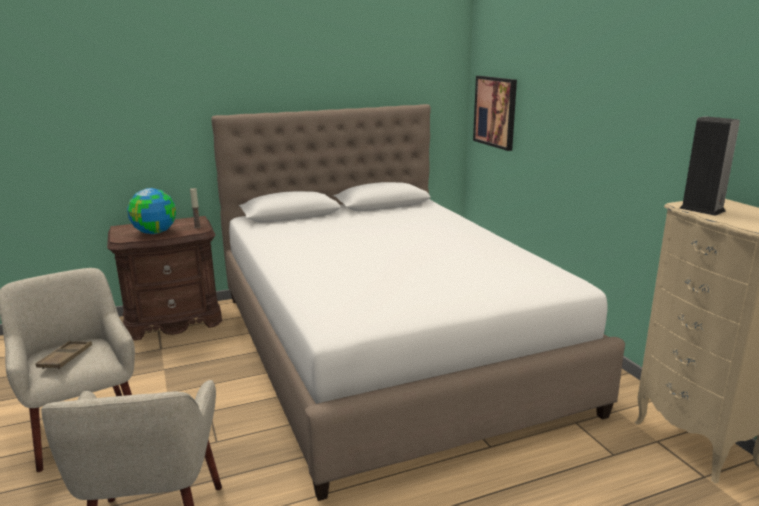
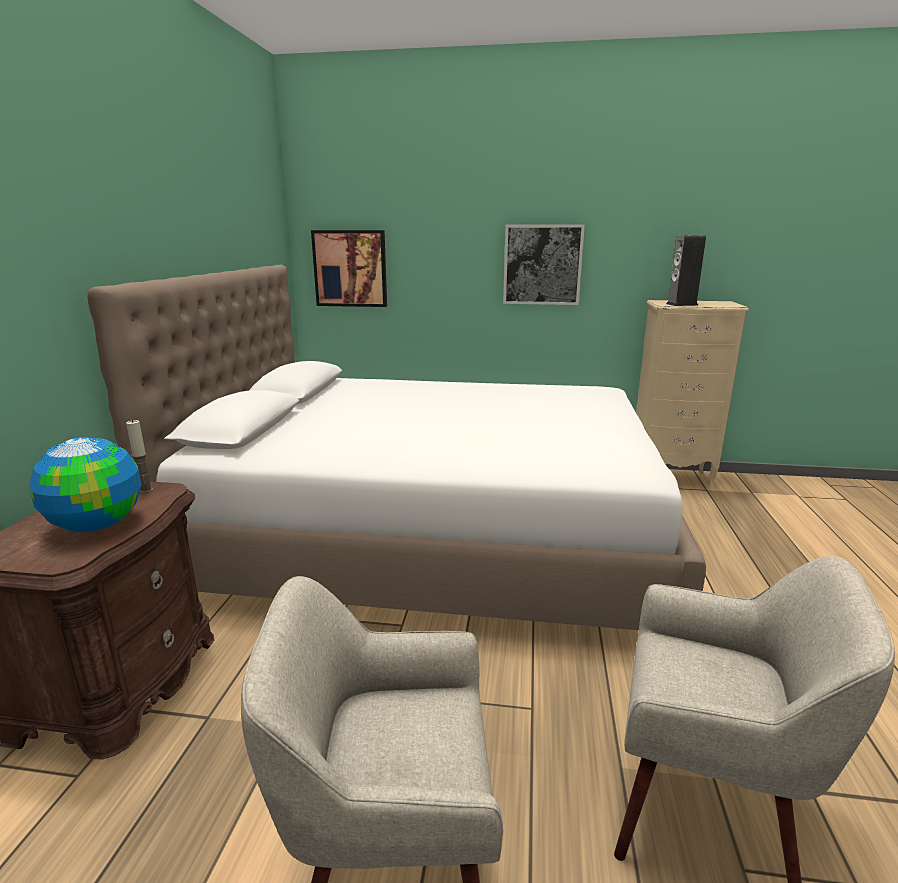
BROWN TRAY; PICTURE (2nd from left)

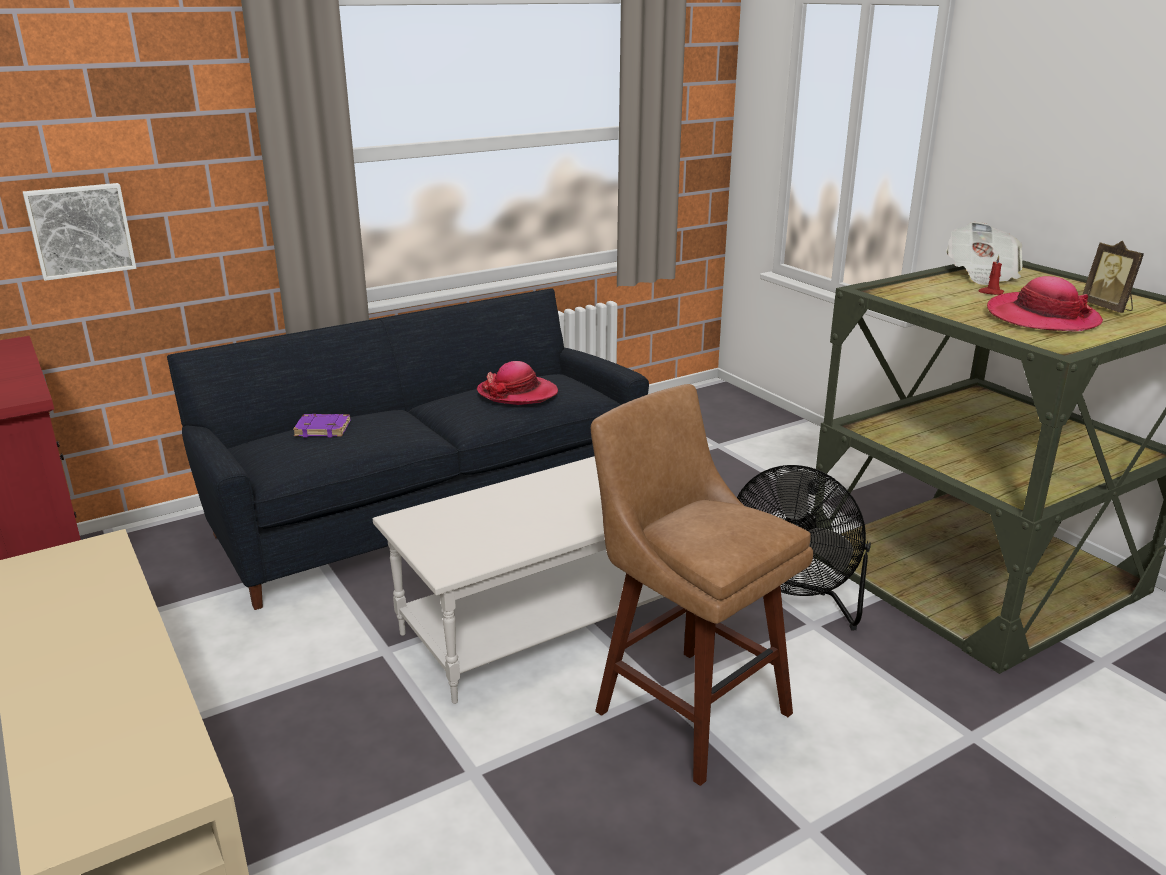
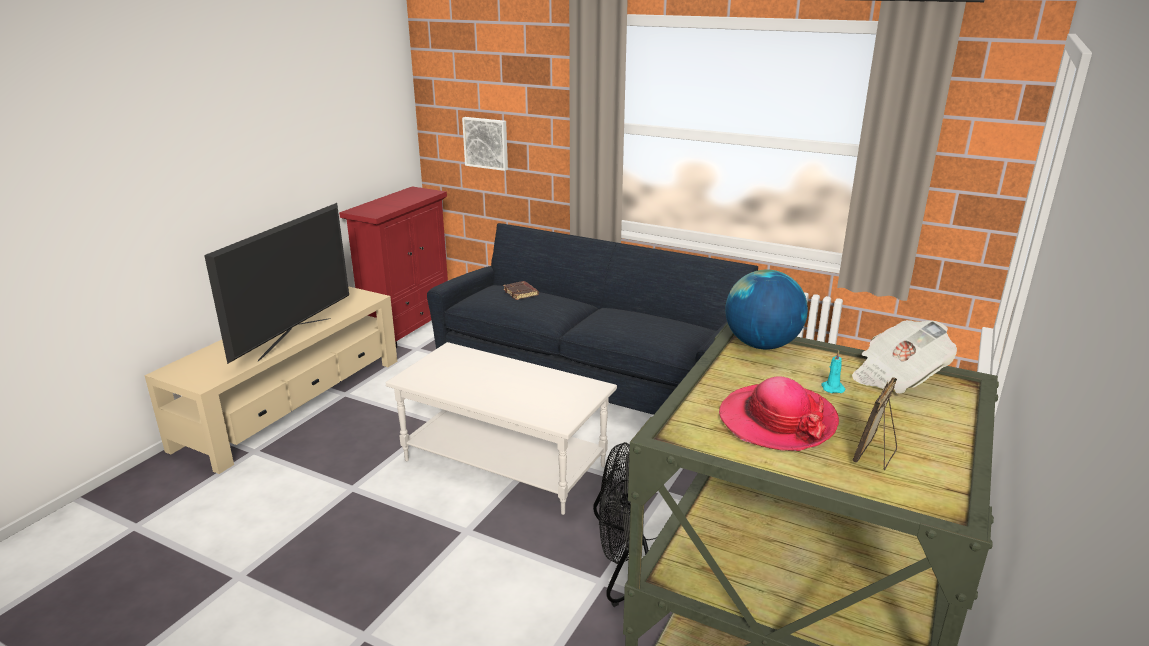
HAT (1st from left in the first image); BROWN STOOL; TELEVISION; GLOBE; BROWN BOOK; TURQUOISE CANDLE

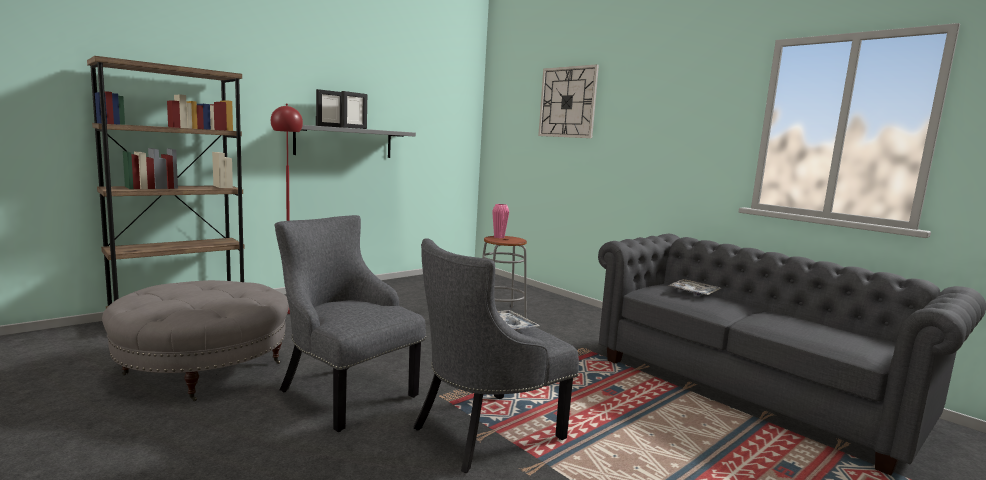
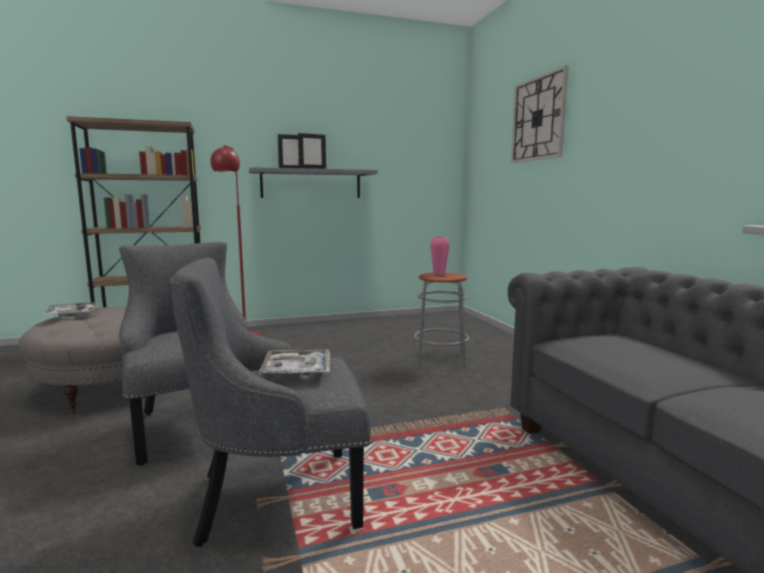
TRAY (1st from left)

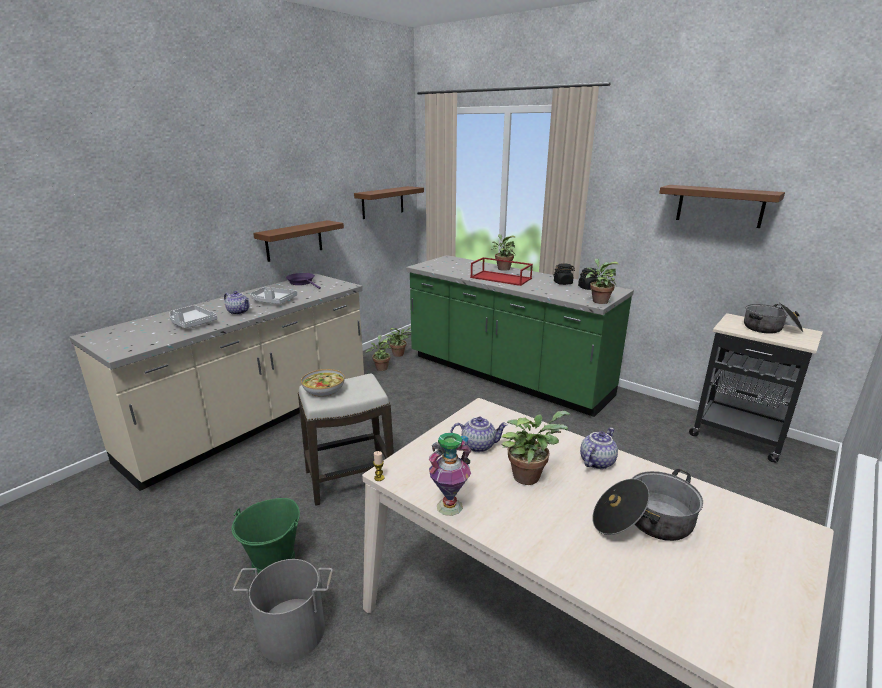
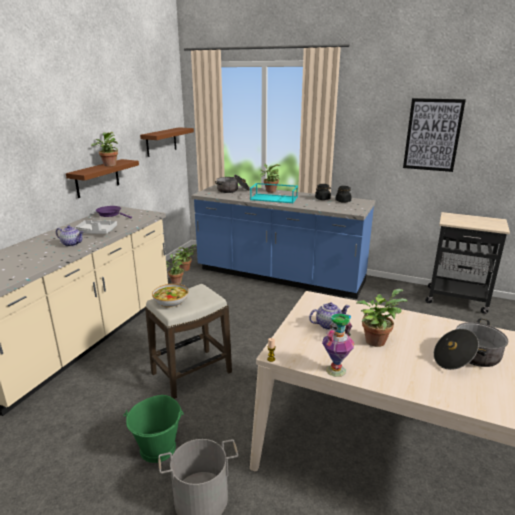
GREY TRAY (1st from left in the first image); TEAPOT (3rd from left in the first image); POTTED PLANT (1st from left); COOKING POT (1st from left); PICTURE; BLUE COUNTER; TURQUOISE TRAY

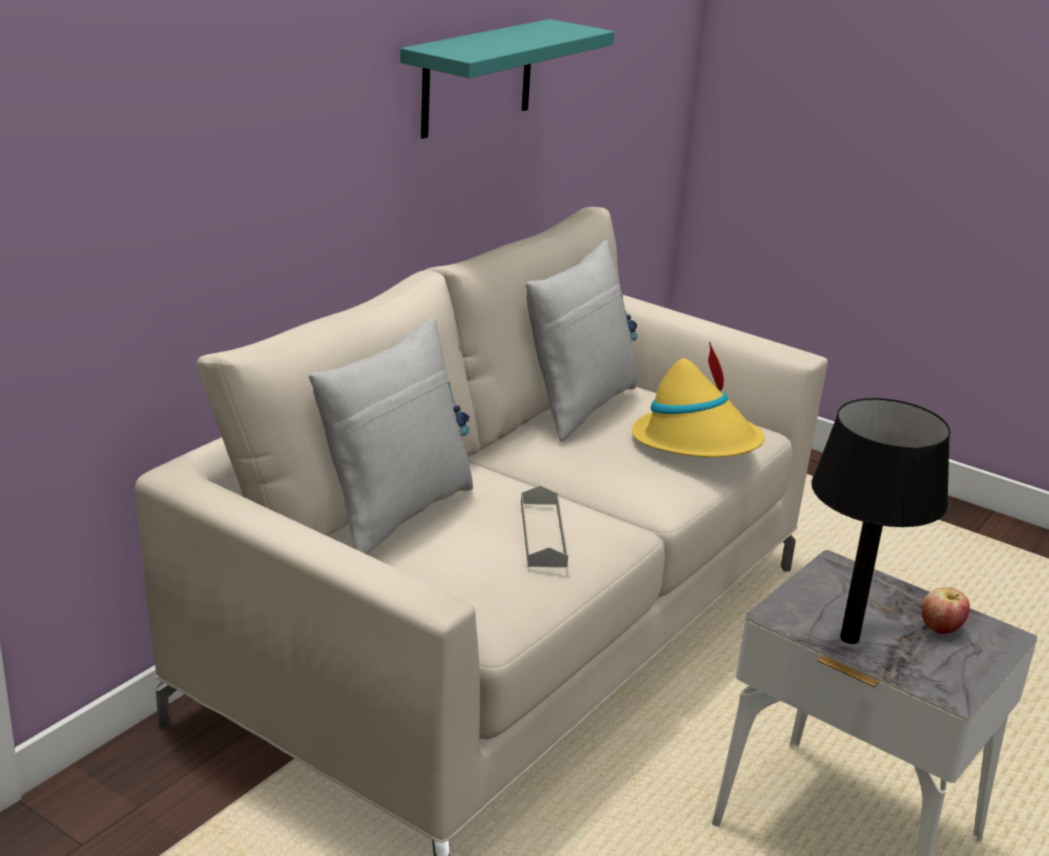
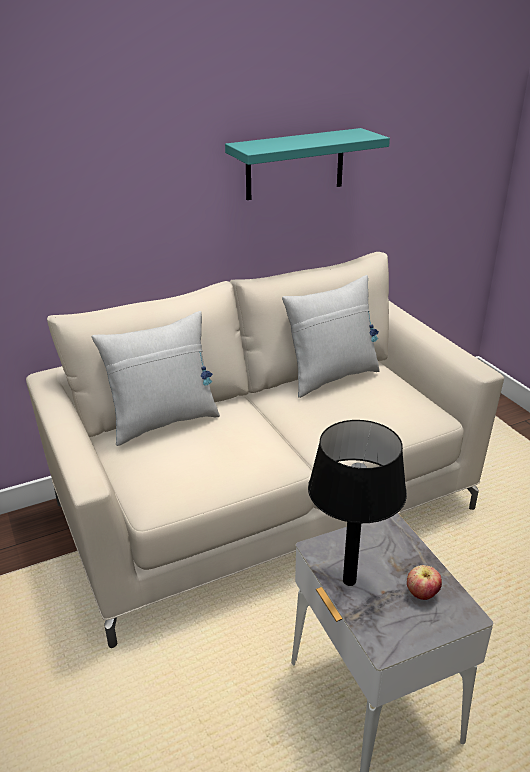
GREY TRAY; YELLOW HAT

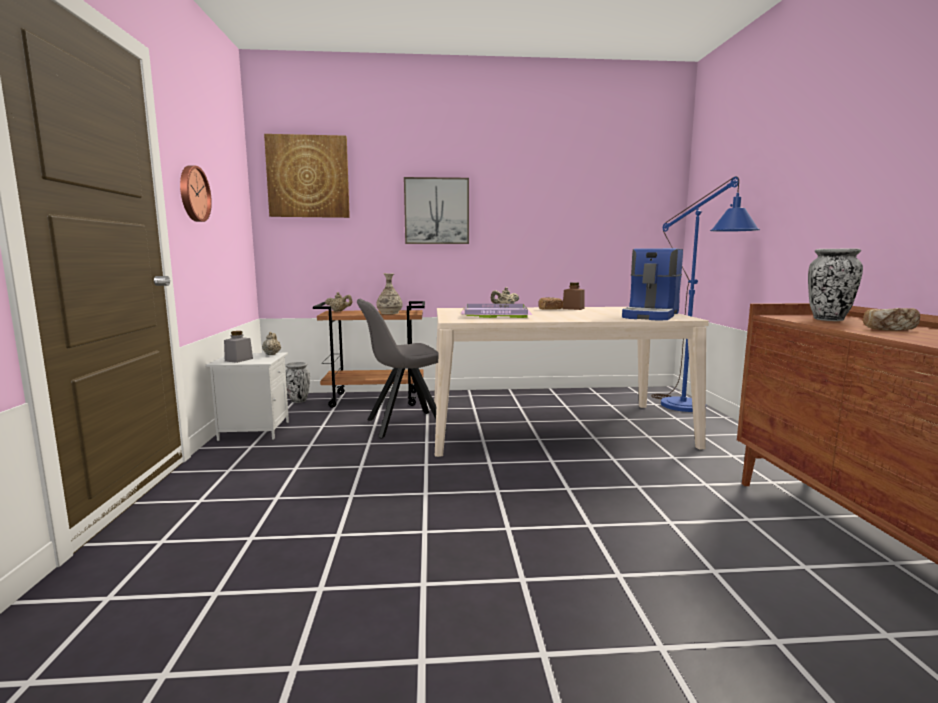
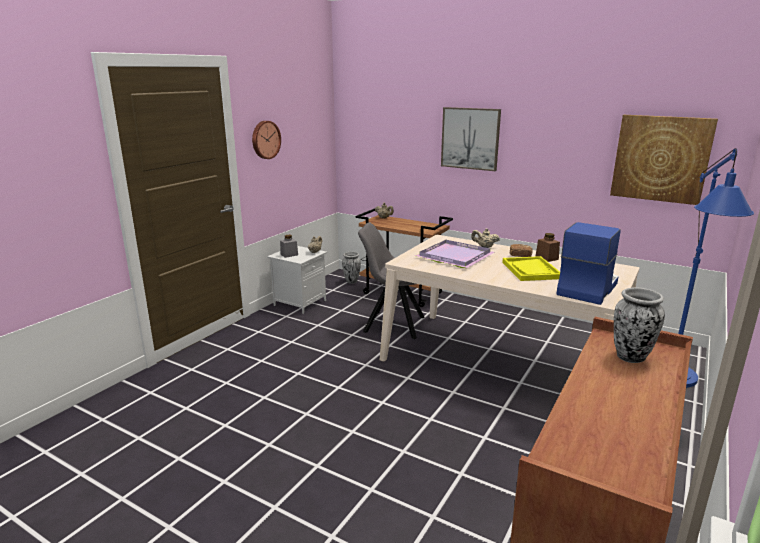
VASE (2nd from left in the first image); BREAD (2nd from left in the first image); YELLOW TRAY; PICTURE (2nd from left); COFFEE MACHINE

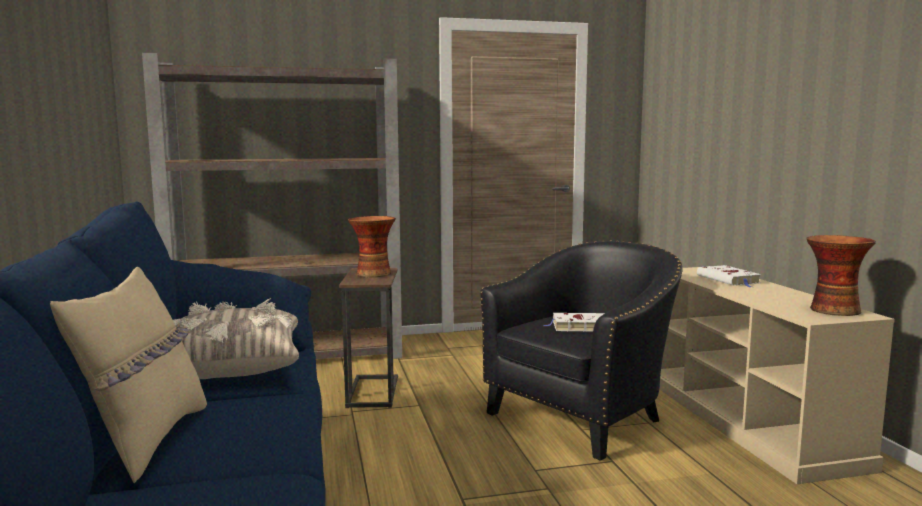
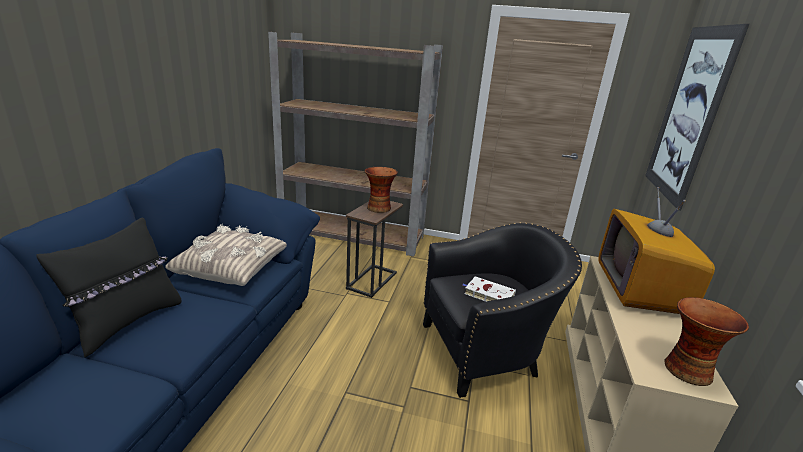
PICTURE; TELEVISION; BLACK PILLOW

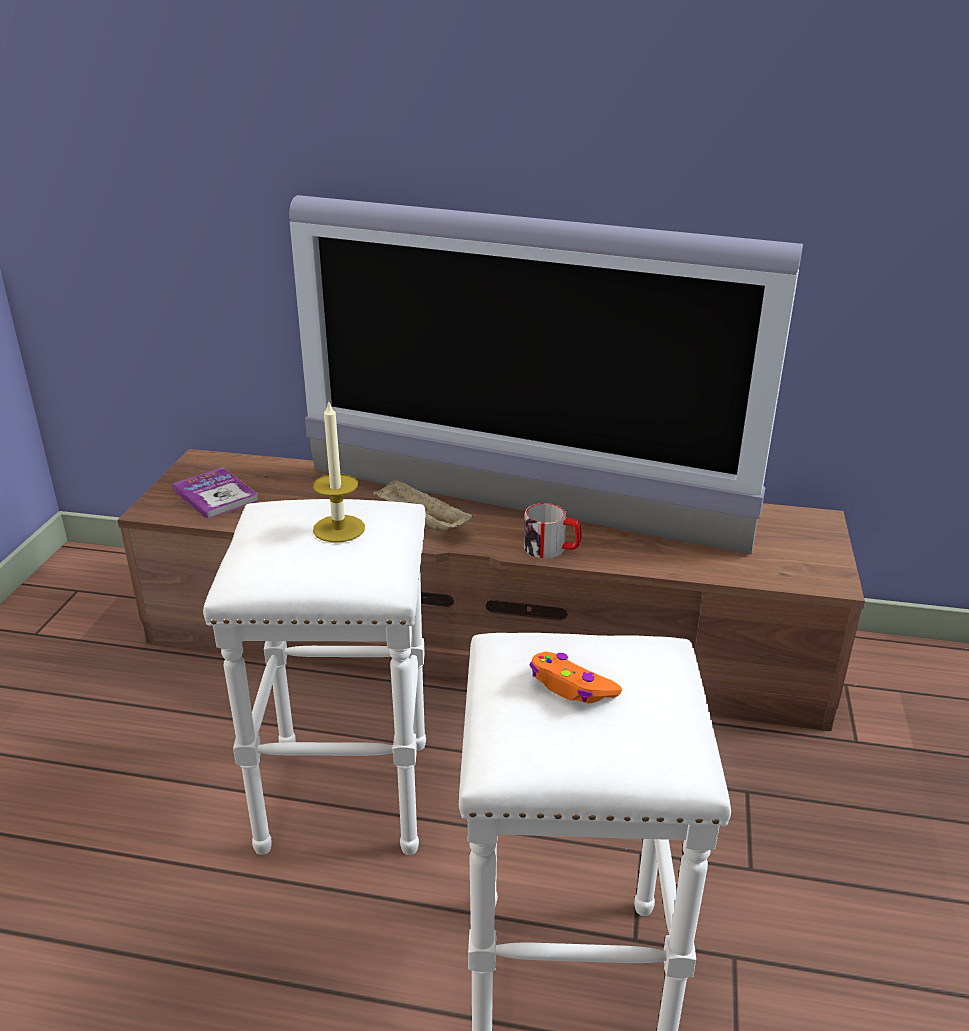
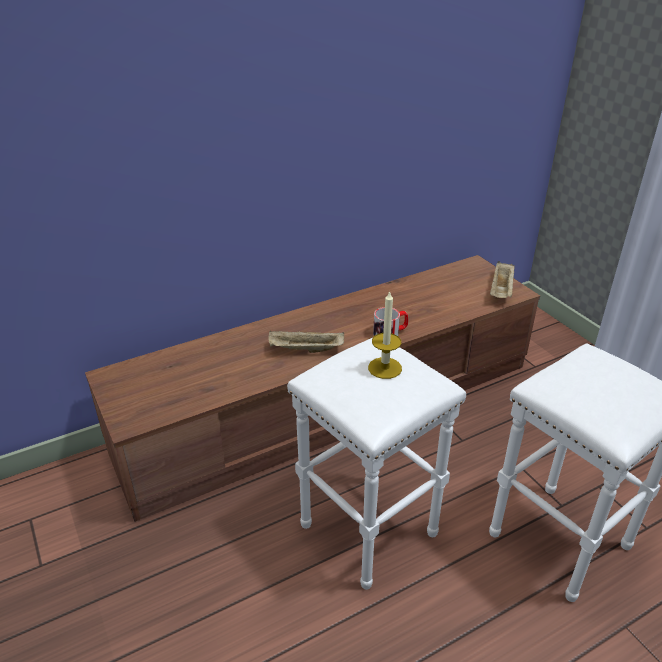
BOOK; TELEVISION; ORANGE GAME CONTROLLER; BEIGE TRAY (2nd from left)

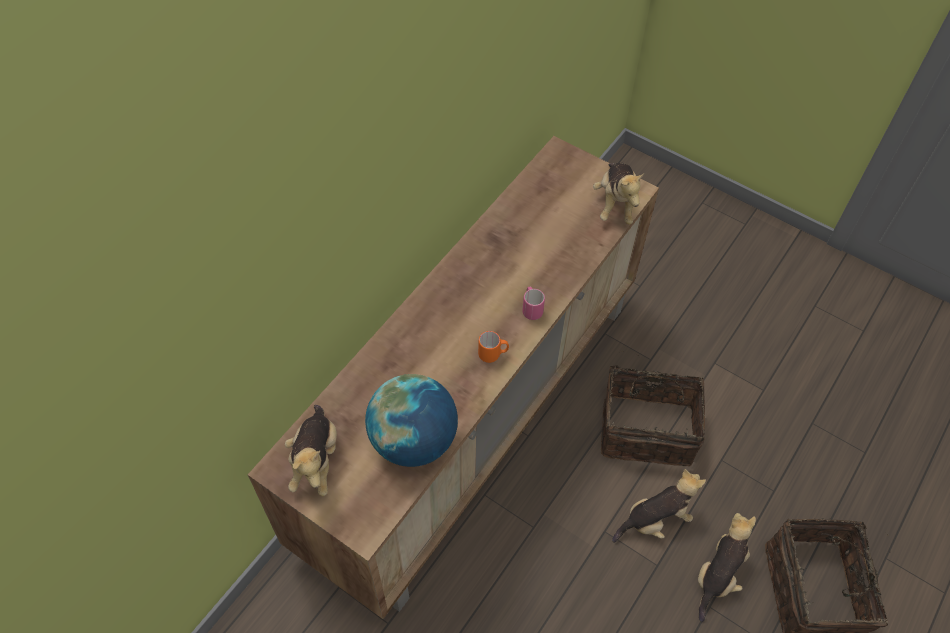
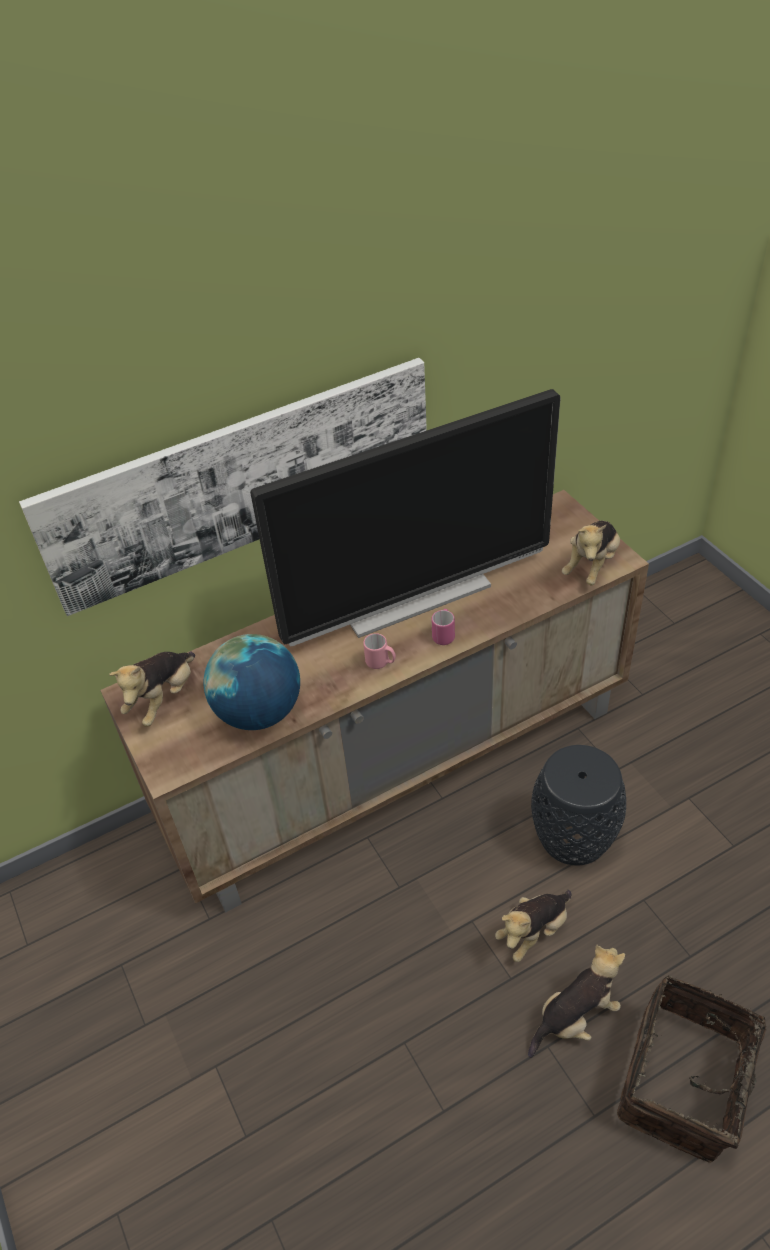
PICTURE; TELEVISION; BLACK STOOL; PINK MUG (1st from left); PLUSH TOY (2nd from left)

